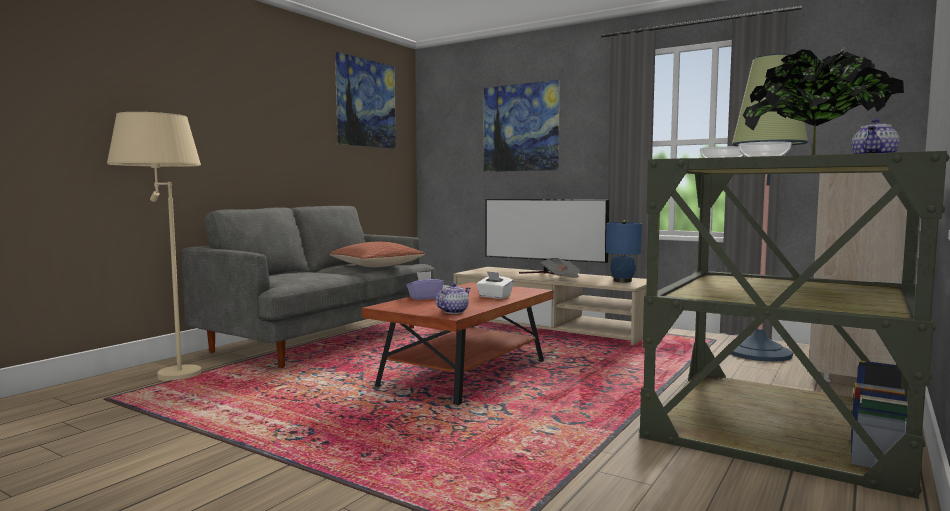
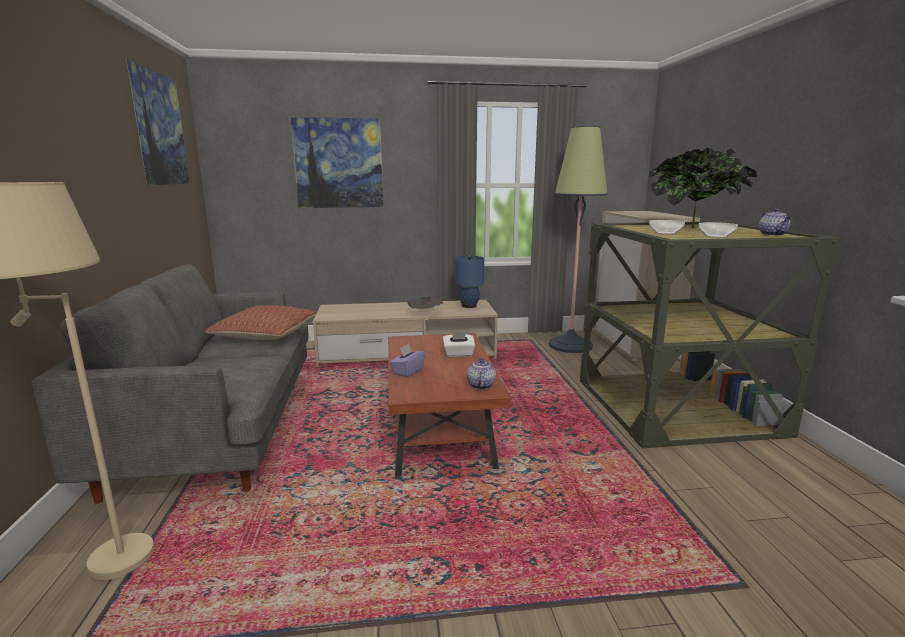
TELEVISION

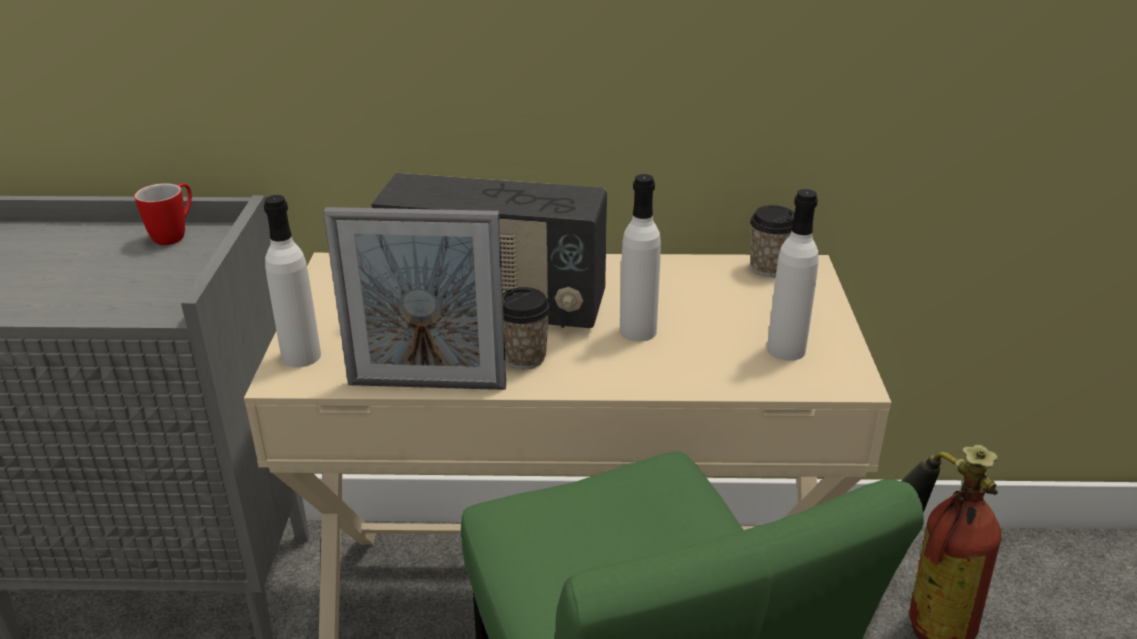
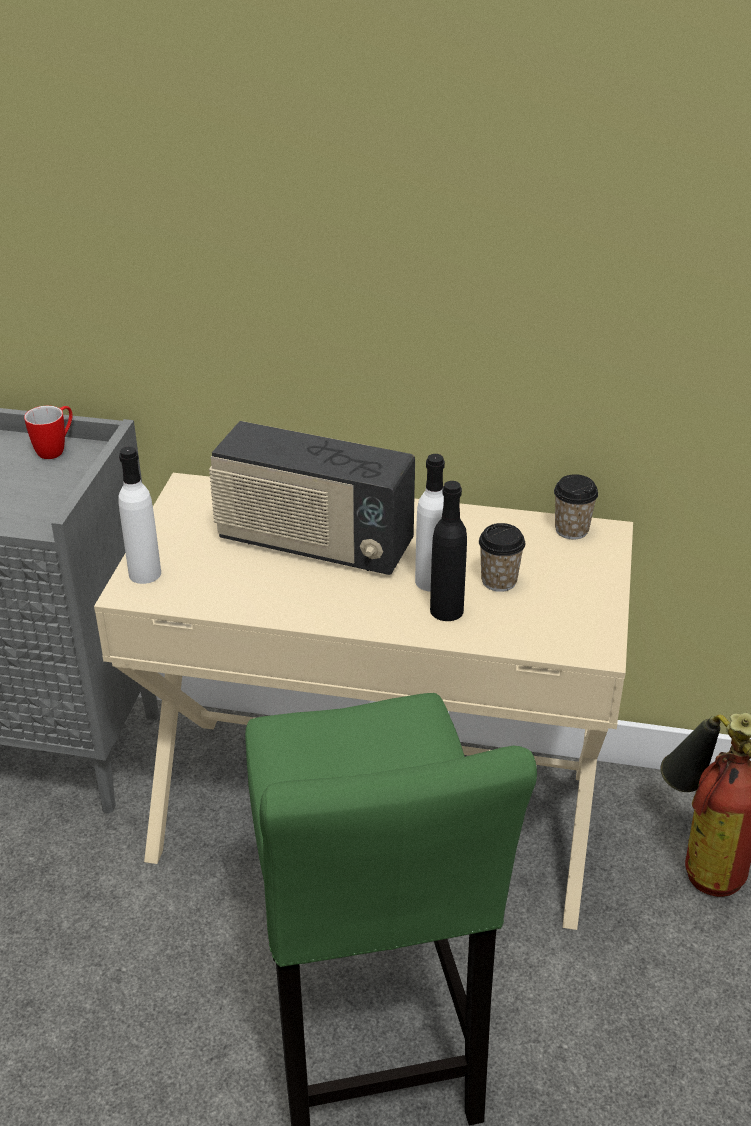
PICTURE FRAME; WHITE BOTTLE (3rd from left in the first image); BLACK BOTTLE; CUP (1st from left)

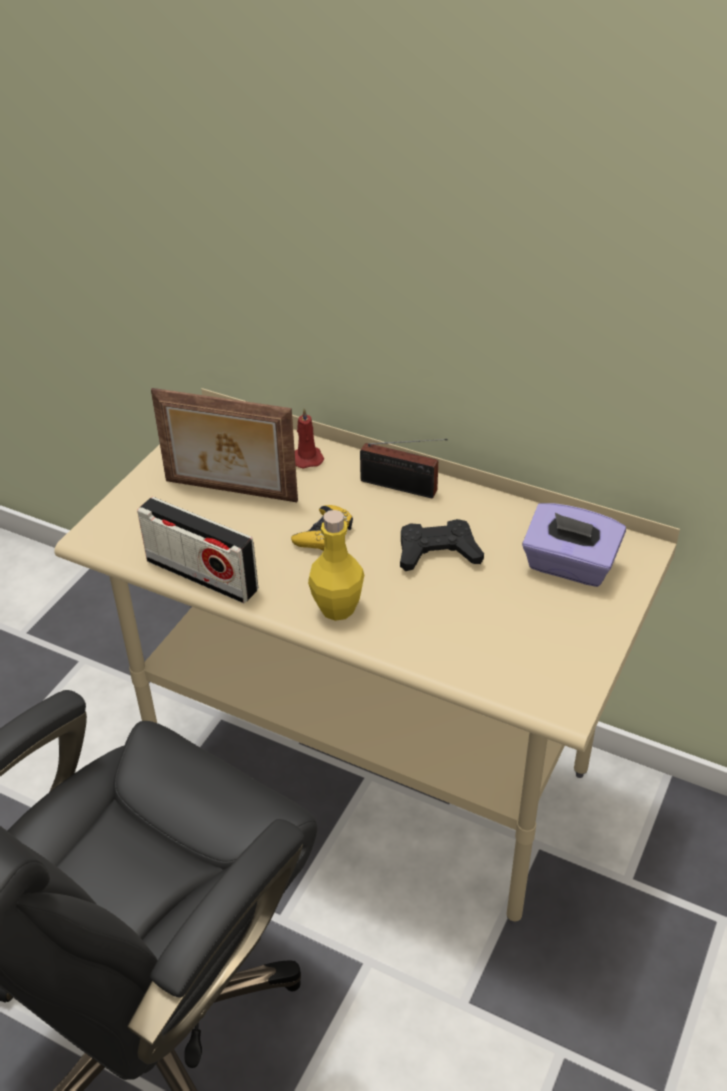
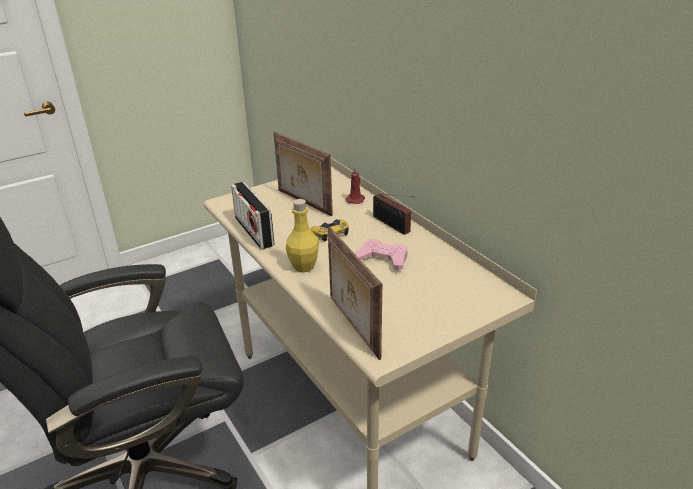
PURPLE TISSUE BOX; PICTURE FRAME (2nd from left); PINK GAME CONTROLLER

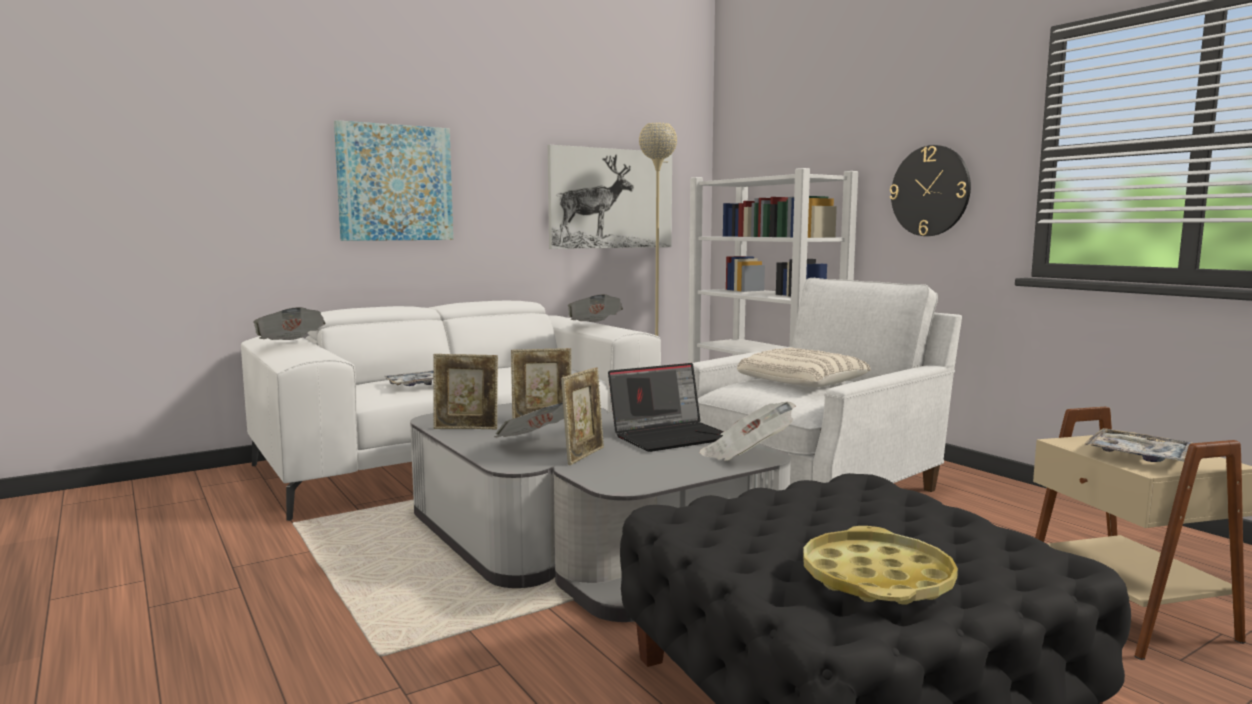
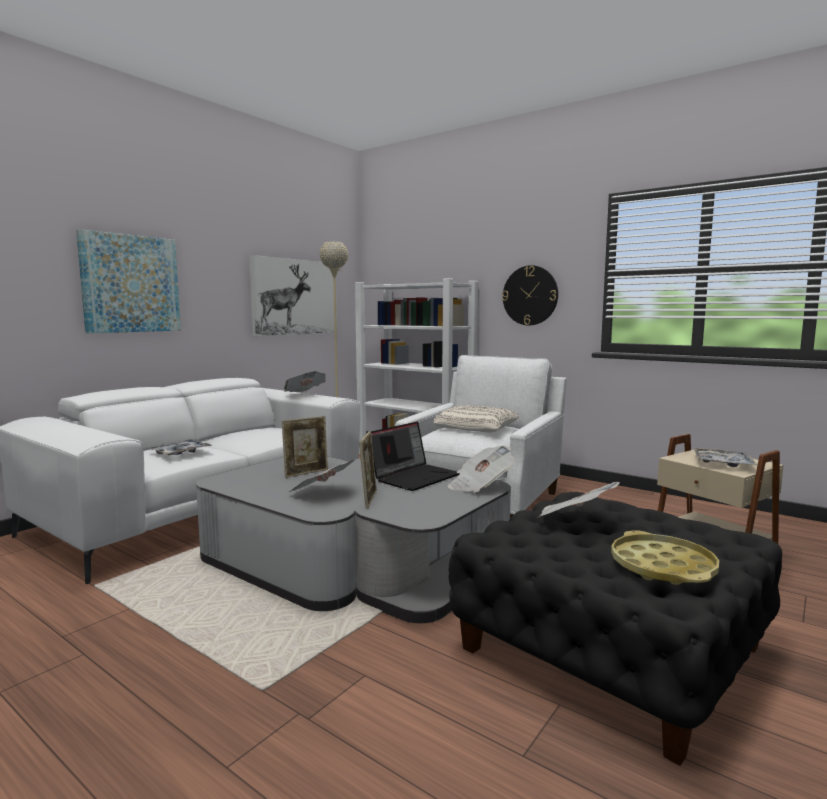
PICTURE FRAME (1st from left in the first image); NEWSPAPER (4th from left)

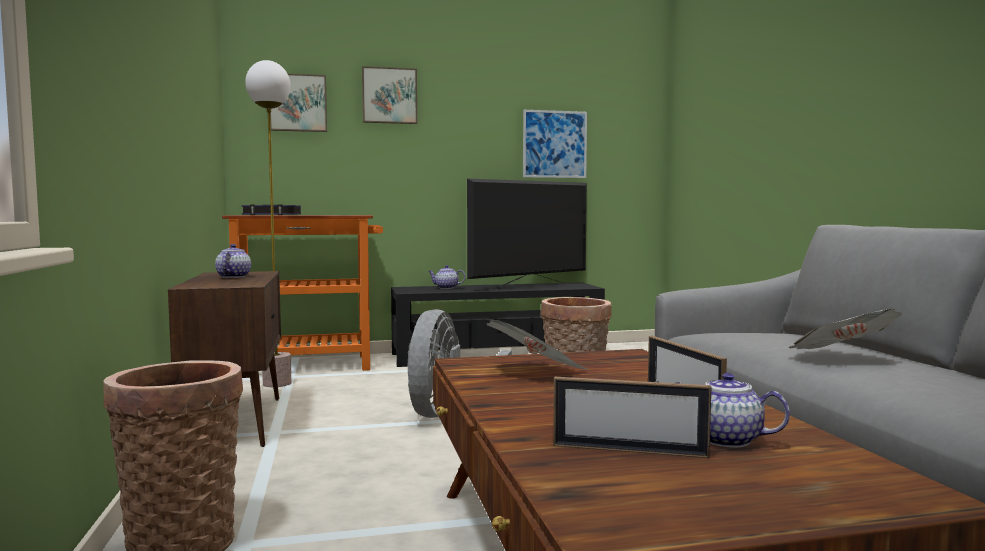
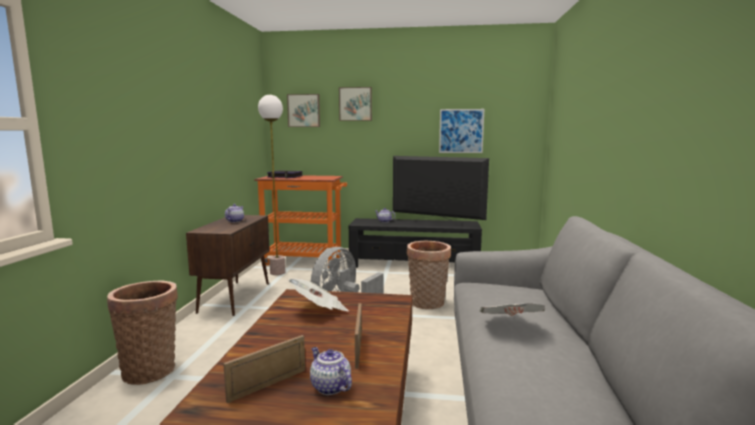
TELEVISION; PICTURE FRAME (1st from left)

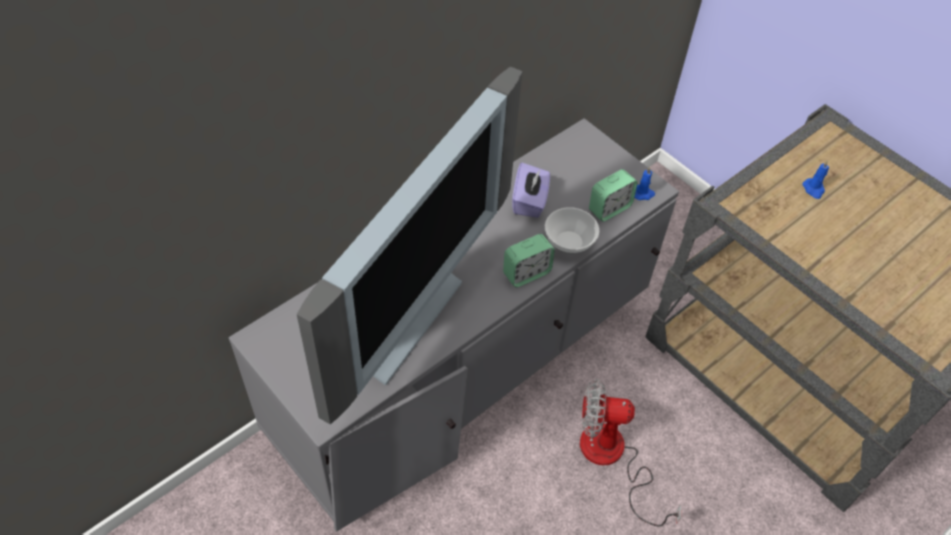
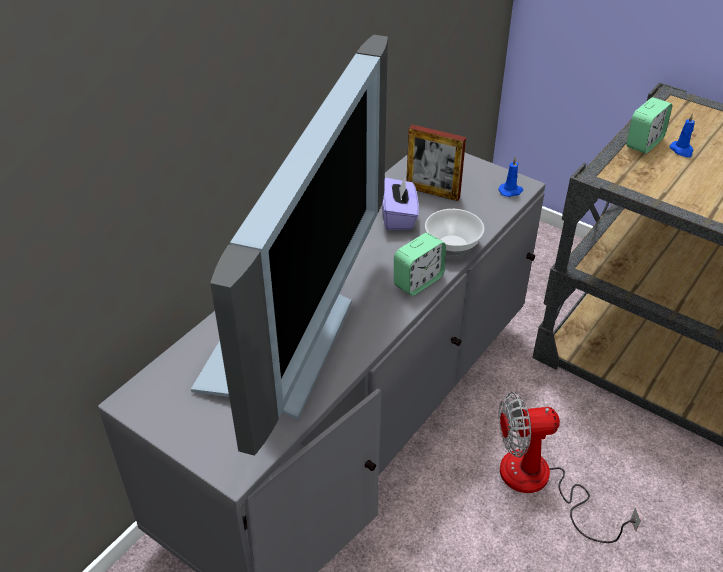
PICTURE FRAME; ALARM CLOCK (2nd from left)

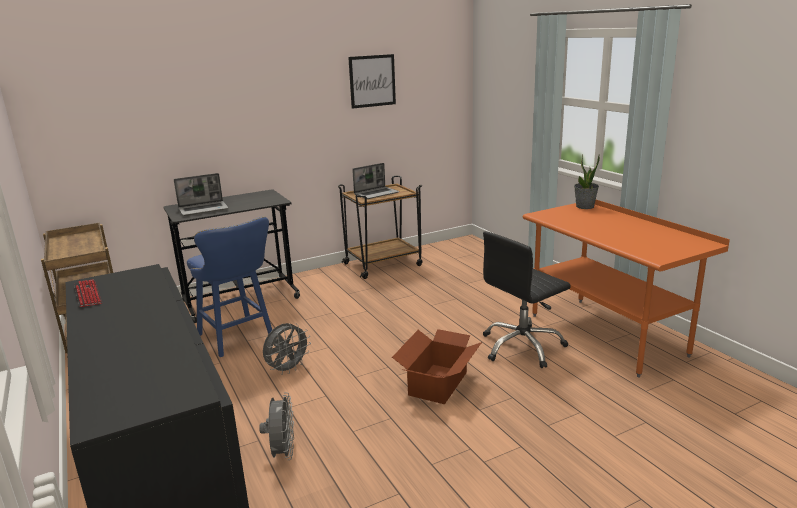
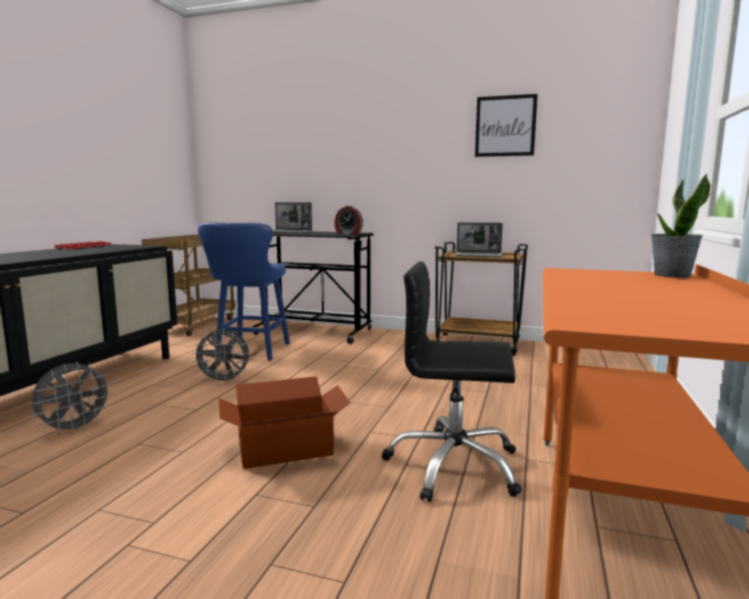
ALARM CLOCK

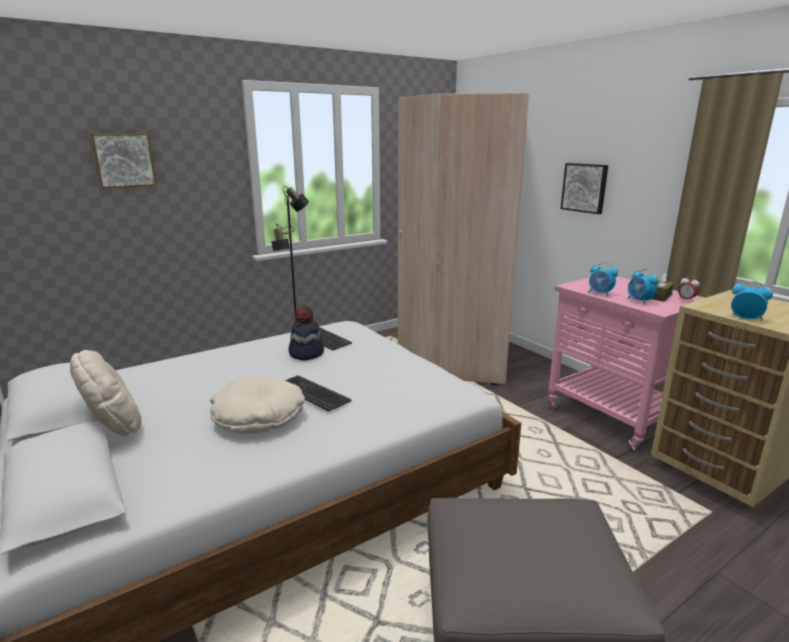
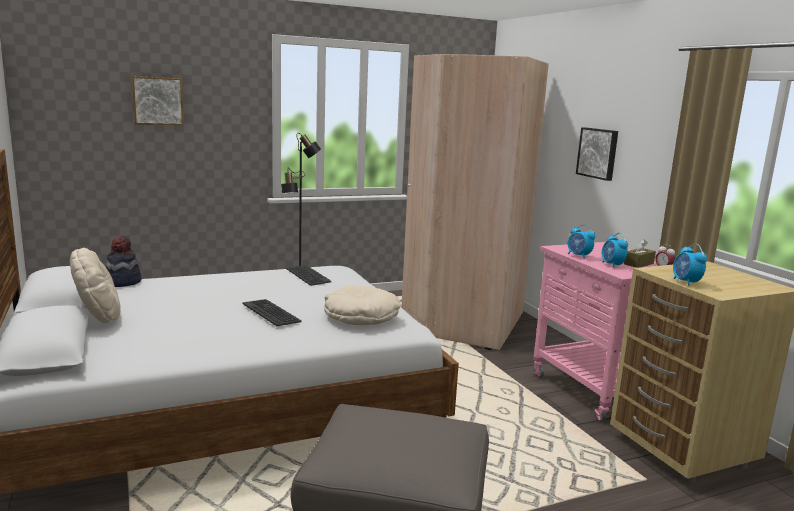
BEIGE PILLOW (2nd from left); HAT; ALARM CLOCK (4th from left)

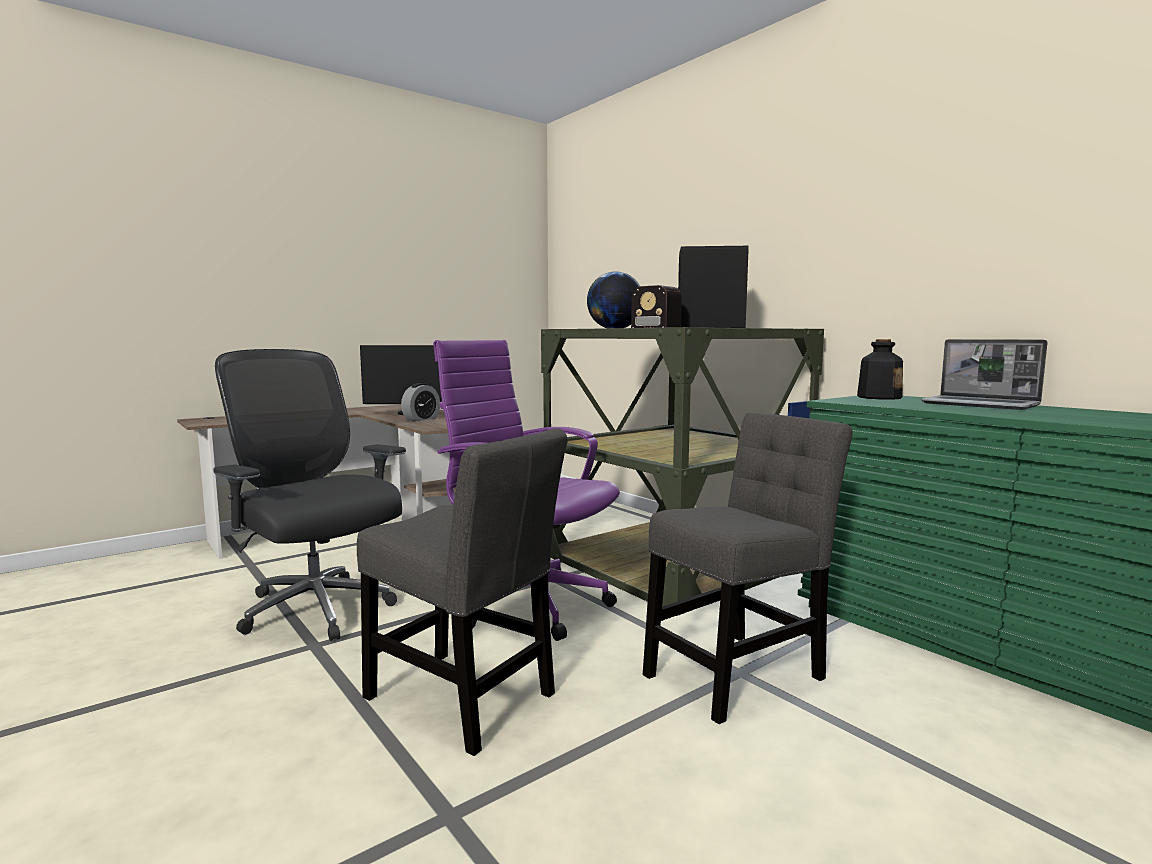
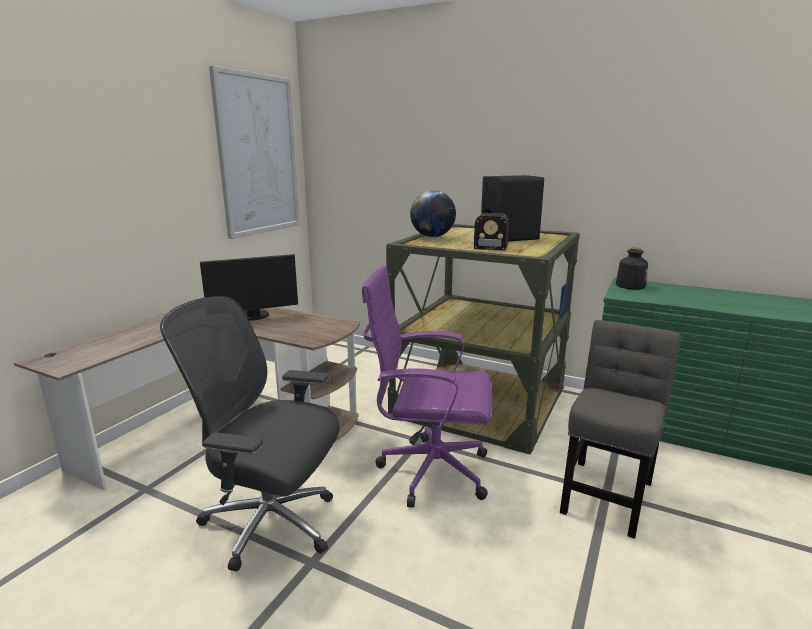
GREY CHAIR (1st from left in the first image); ALARM CLOCK; LAPTOP; PICTURE

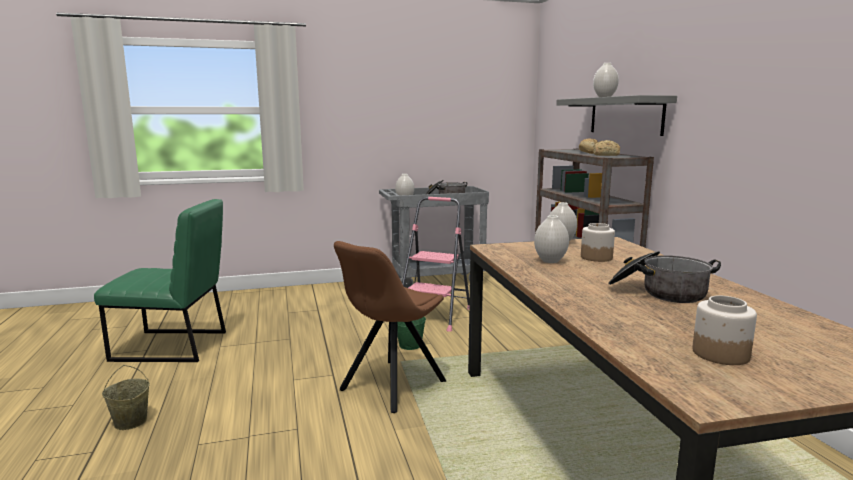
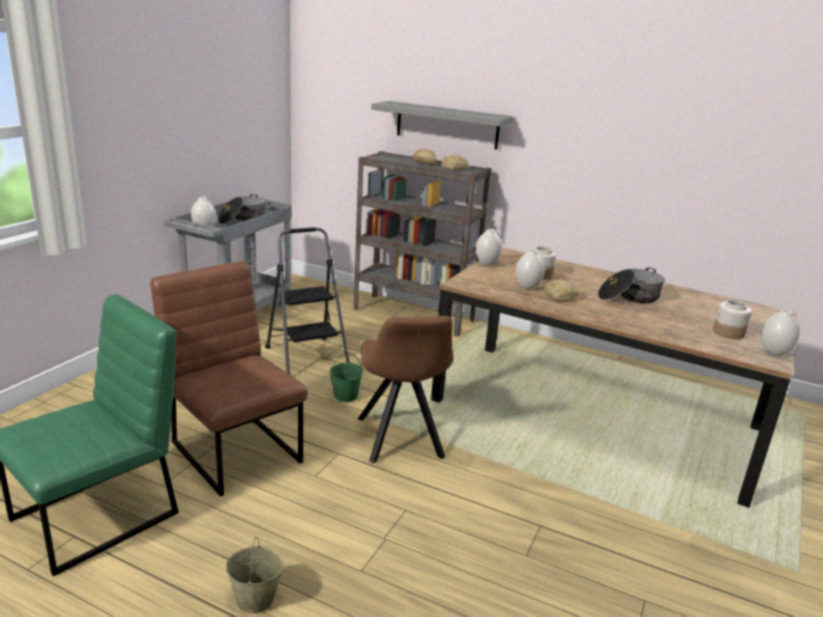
BROWN CHAIR (1st from left); BREAD (3rd from left); WHITE VASE (4th from left); BLACK STEP LADDER

